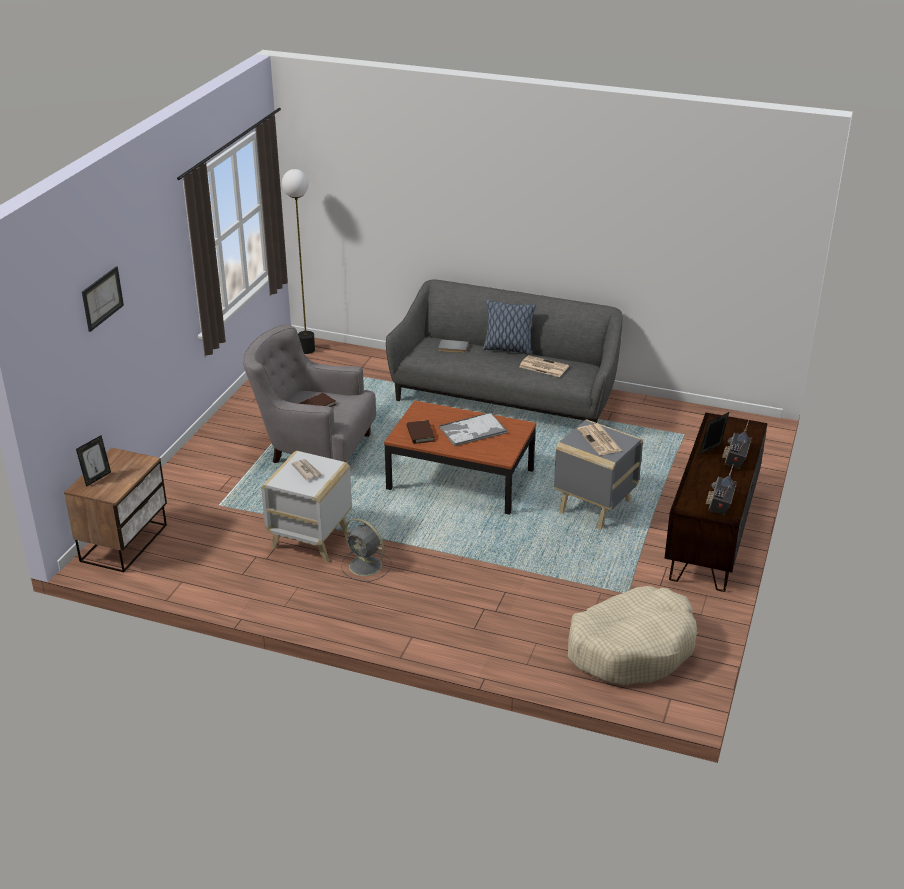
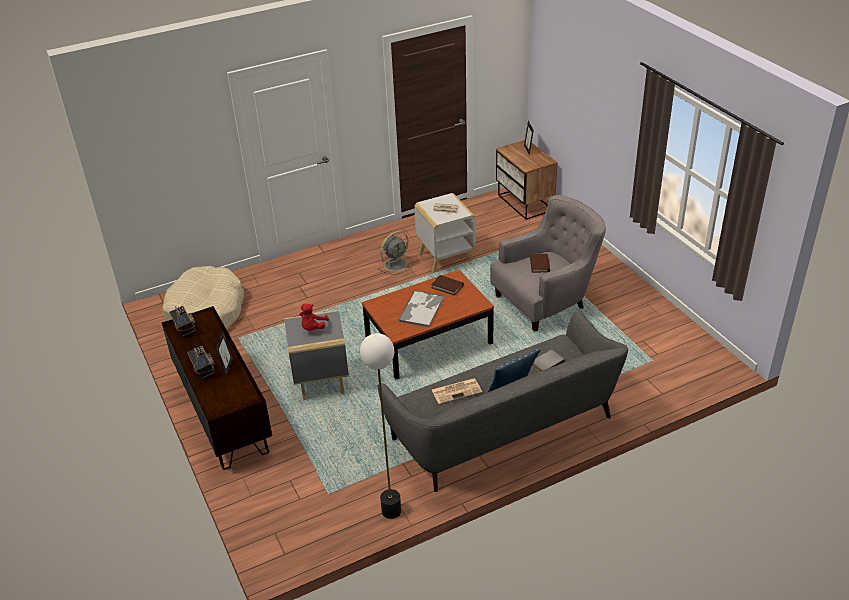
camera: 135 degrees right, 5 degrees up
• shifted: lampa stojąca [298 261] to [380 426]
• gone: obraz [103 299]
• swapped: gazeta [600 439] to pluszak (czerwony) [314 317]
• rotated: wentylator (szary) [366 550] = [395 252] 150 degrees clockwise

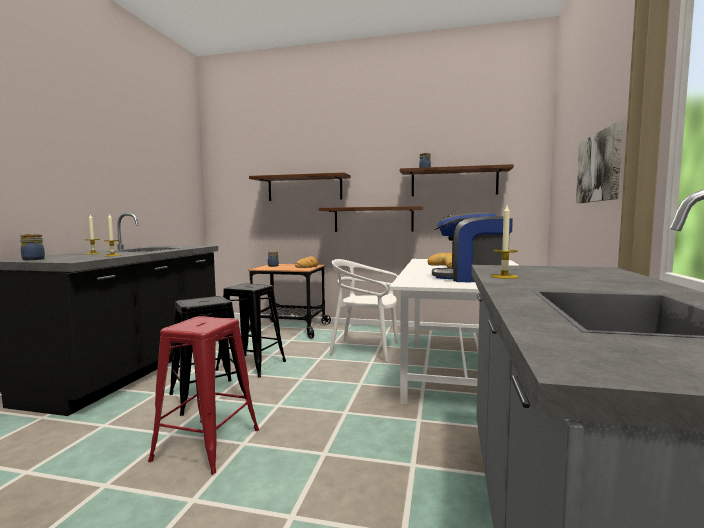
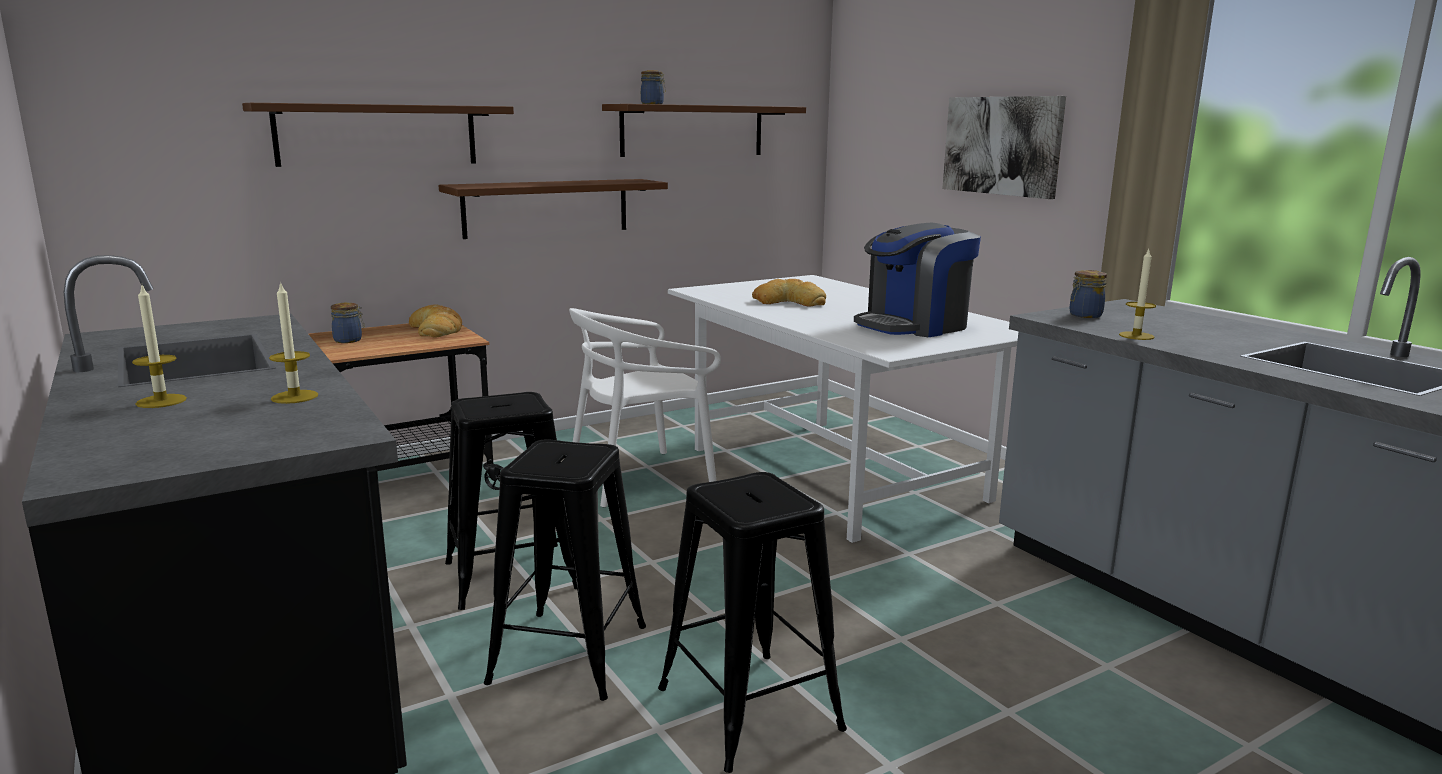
camera: 45 degrees left, 10 degrees up
• shifted: słoik [32 247] to [1088 294]
• repainted: stołek (czerwony) [203 395] to stołek (czarny) [752 622]

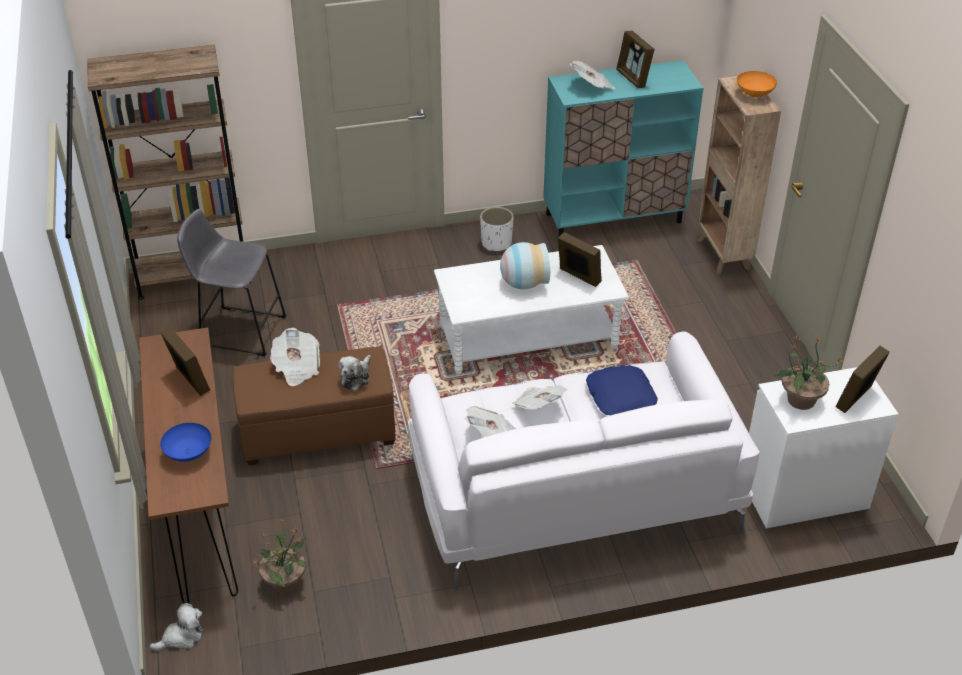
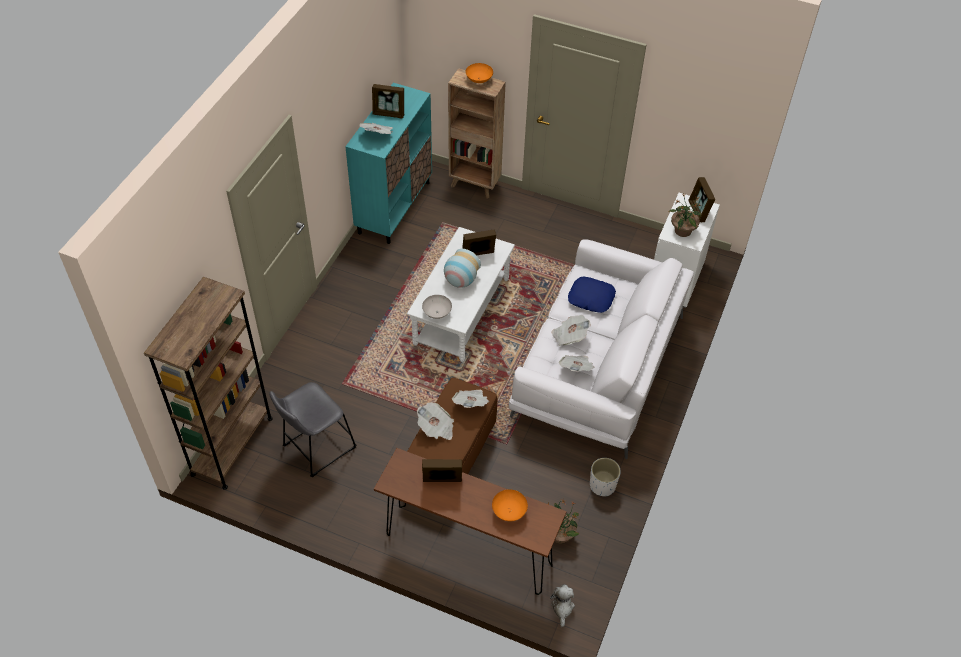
camera: 55 degrees left, 10 degrees up
• shifted: donica (biały) [497 229] to [605 477]
• swapped: pluszak [354 373] to gazeta [470 398]
• repainted: miska (niebieski) [185 442] to miska (pomarańczowy) [510 505]
• new: miska (biały) [437 307]

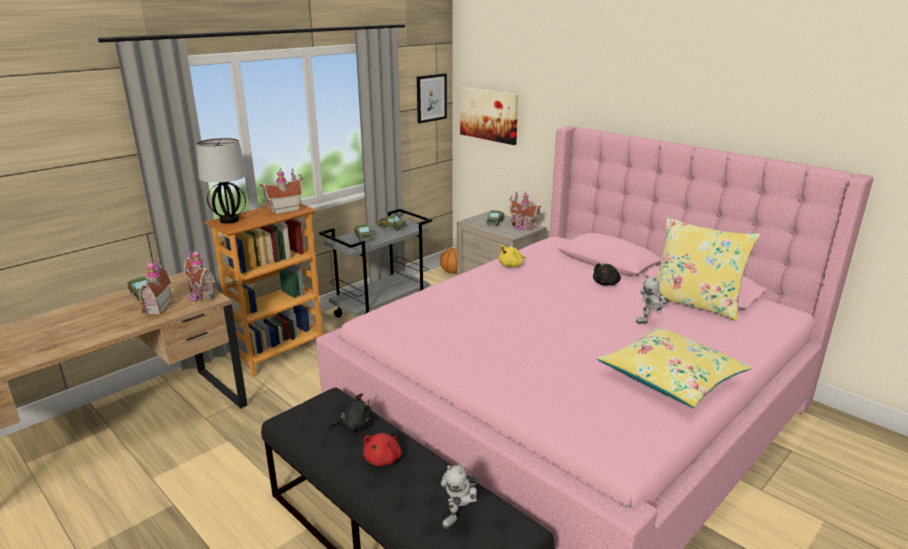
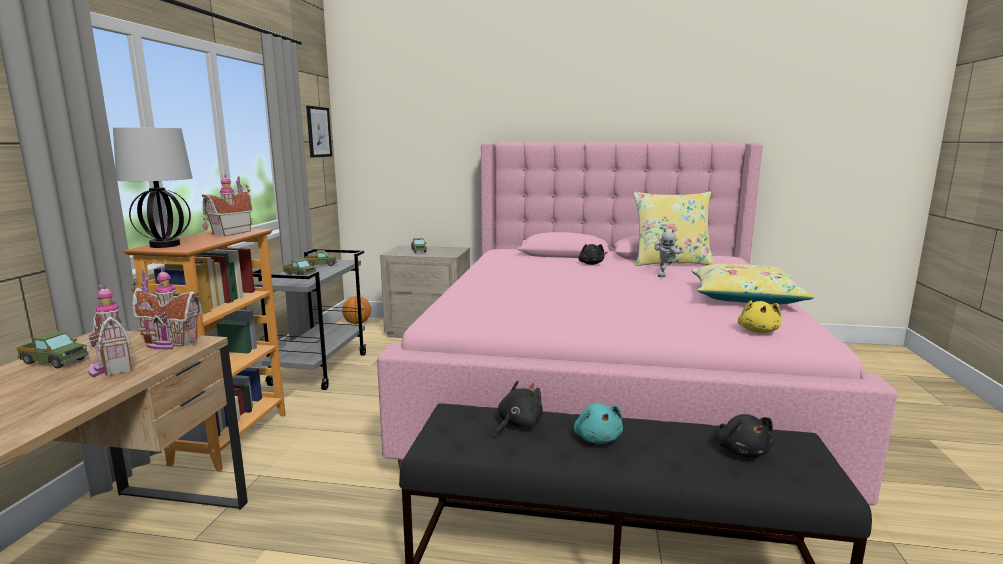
camera: 35 degrees left, 10 degrees down
• gone: obraz [489 116]
• gone: domek [525 211]
• shifted: pluszak (żółty) [512 256] to [759 317]
• repainted: pluszak (czerwony) [382 449] to pluszak (turkusowy) [598 423]
• swapped: robot zabawkowy [459 496] to pluszak (czarny) [745 435]

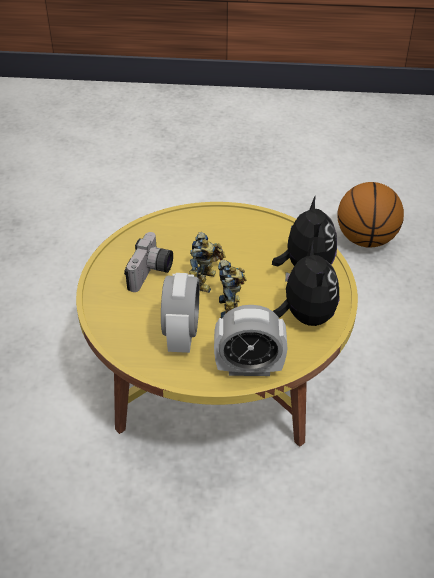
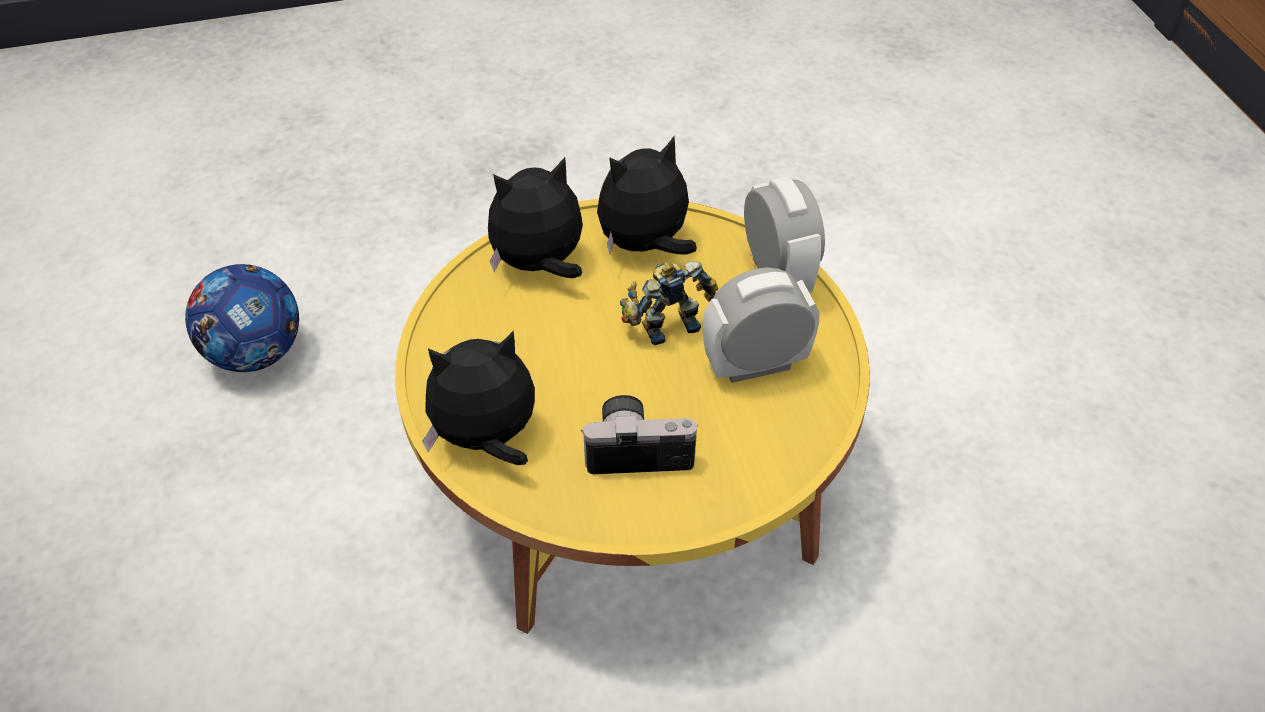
camera: 110 degrees left, 5 degrees up
• swapped: piłka do koszykówki [371 215] to piłka futbolowa [242 318]
• gone: robot zabawkowy [207 262]
• new: pluszak [478 398]

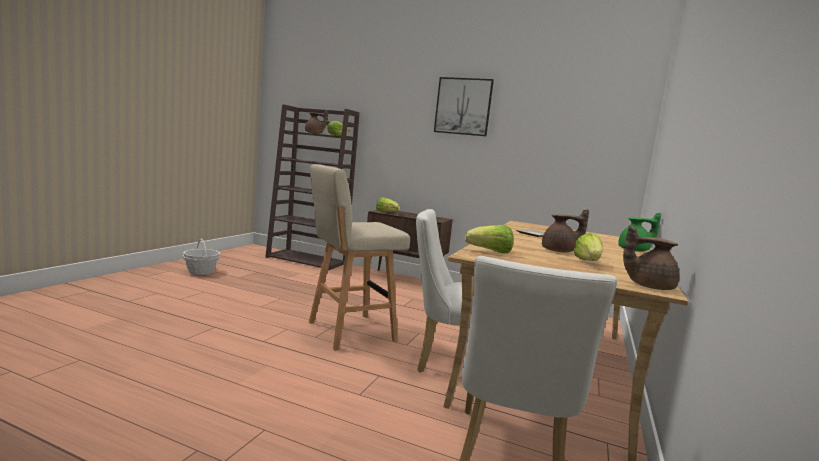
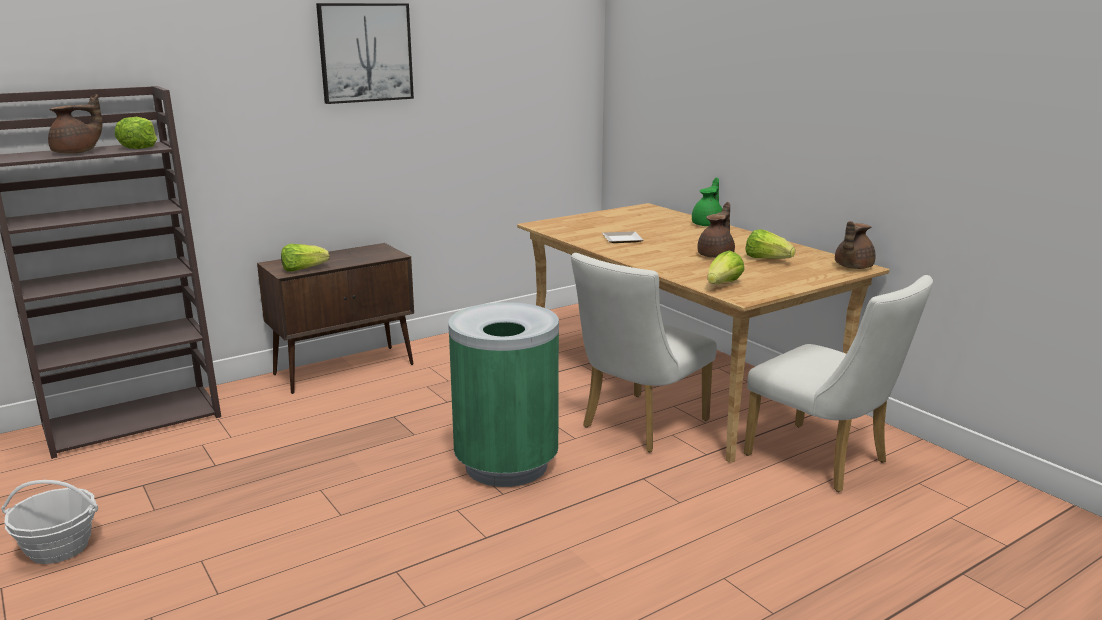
camera: 55 degrees left, 10 degrees up
• swapped: stołek (beżowy) [359 257] to kosz na śmieci (zielony) [503 394]

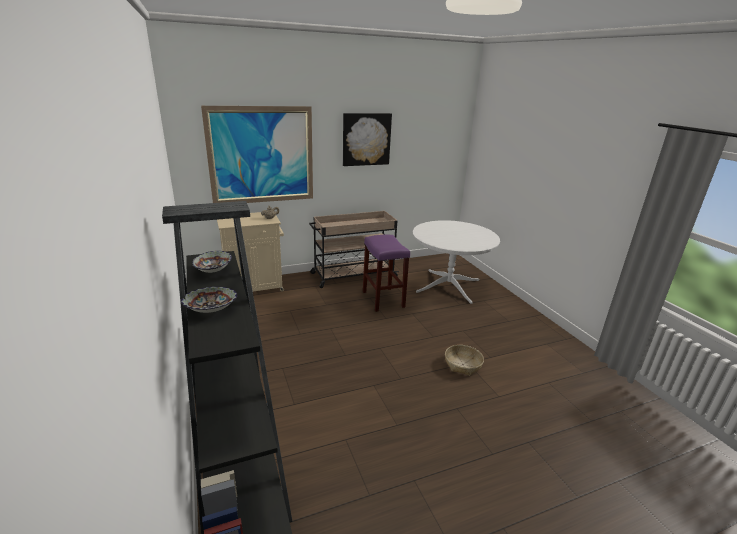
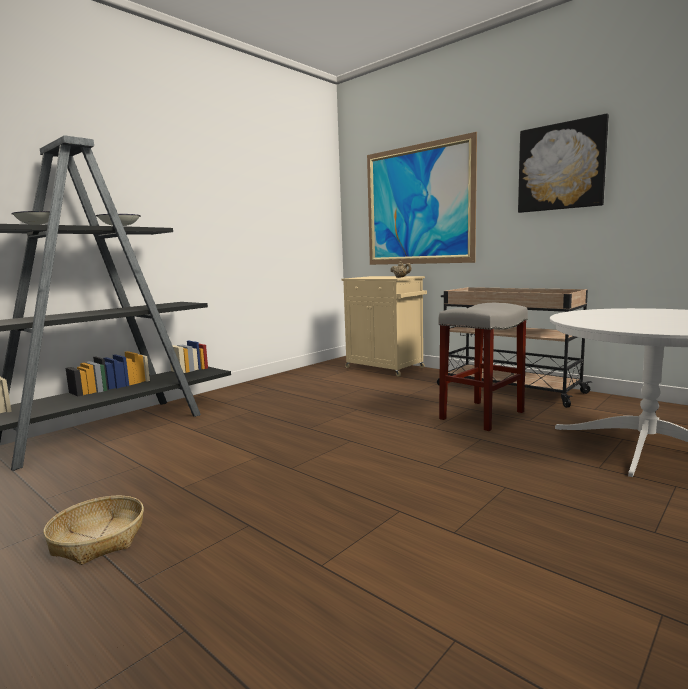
camera: 65 degrees right, 15 degrees down
• repainted: stołek (fioletowy) [386 273] to stołek (szary) [483 367]
• shifted: koszyk [464 360] to [93 530]

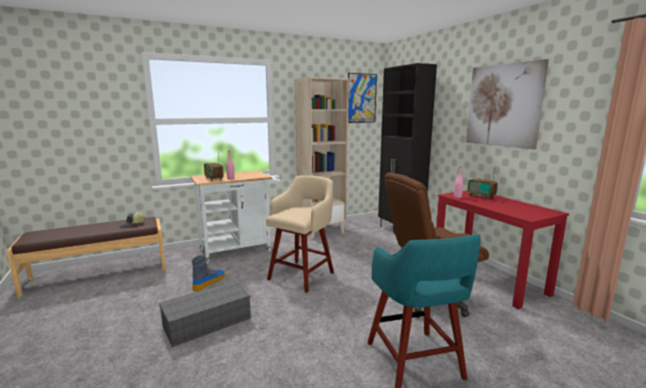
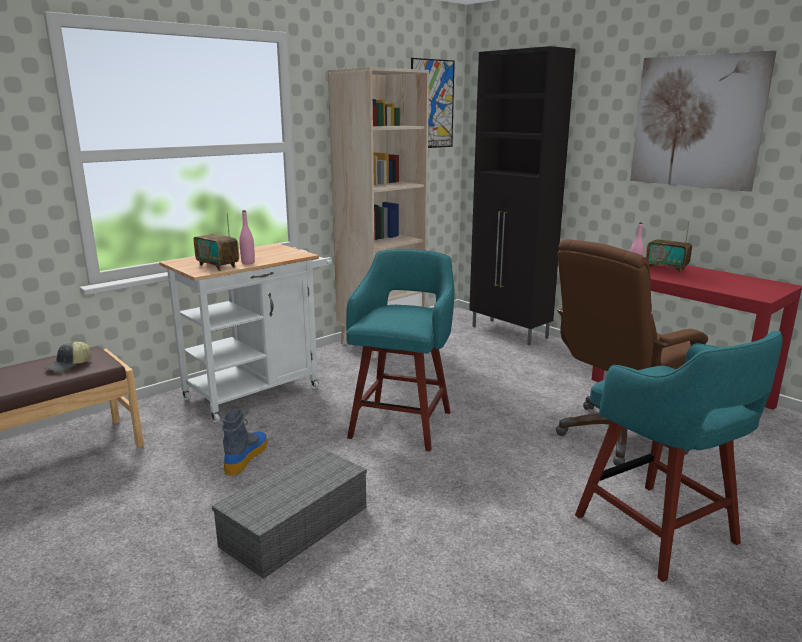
camera: 15 degrees left, 5 degrees up
• repainted: stołek (beżowy) [300 234] to stołek (turkusowy) [400 350]

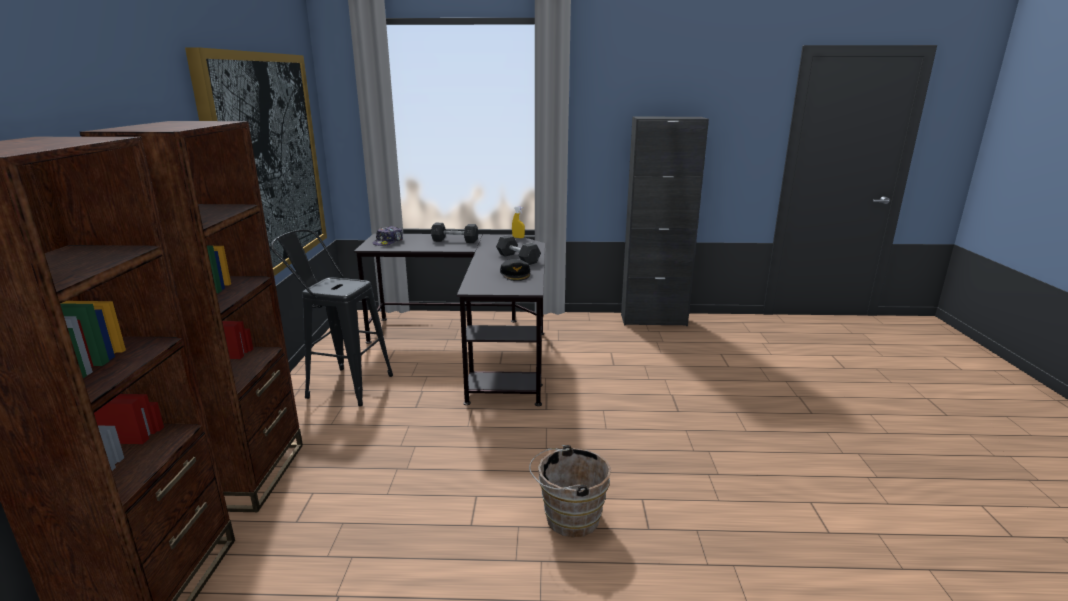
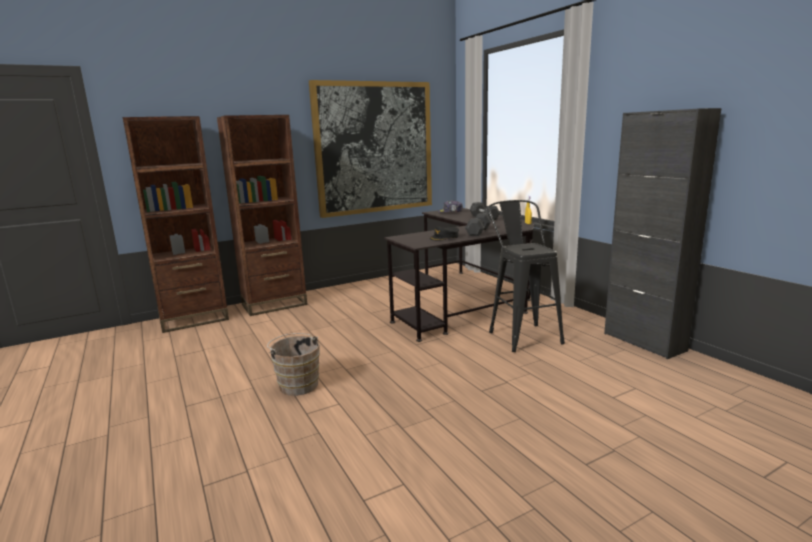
camera: 60 degrees right, 5 degrees down
• shifted: stołek (czarny) [332 317] to [526 276]

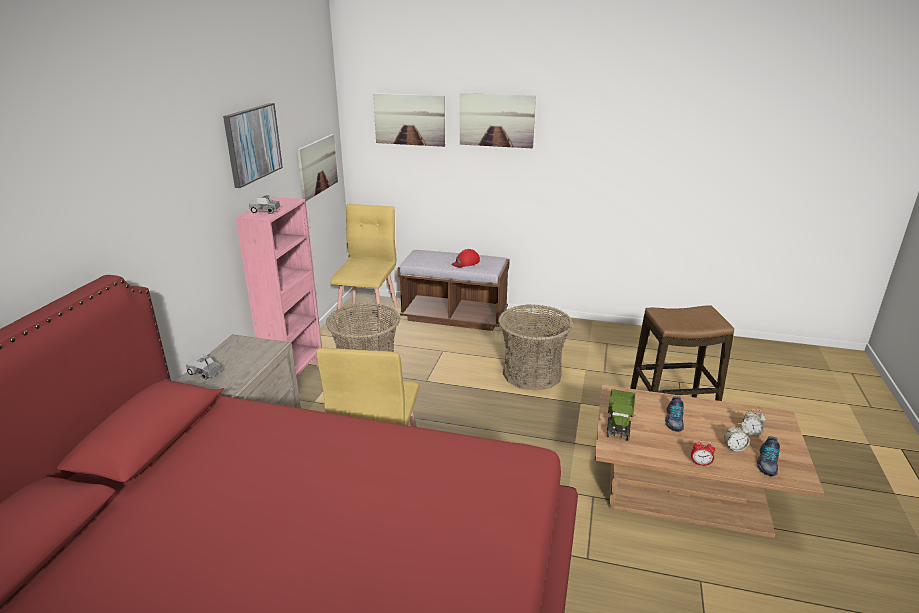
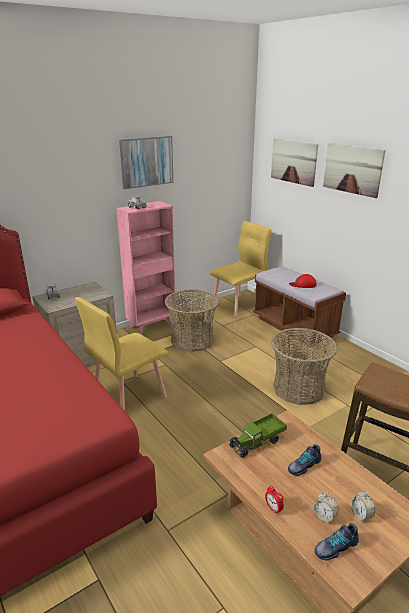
camera: 40 degrees right, 0 degrees up
• gone: obraz [317 167]

